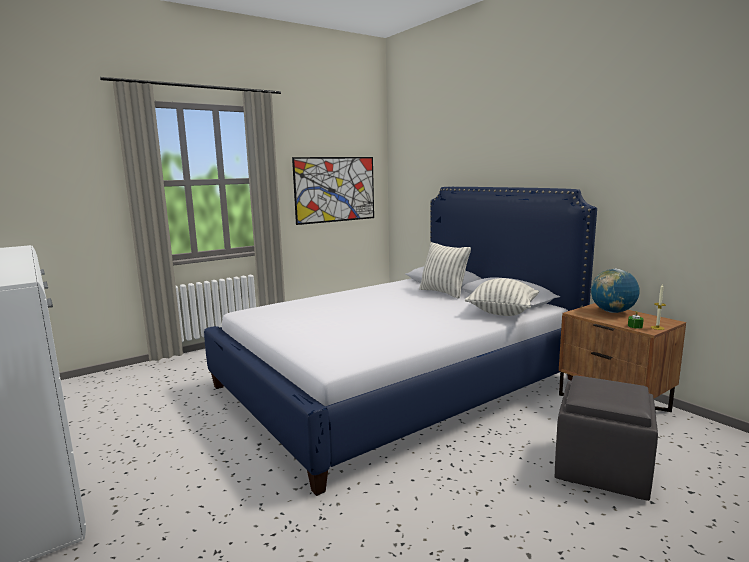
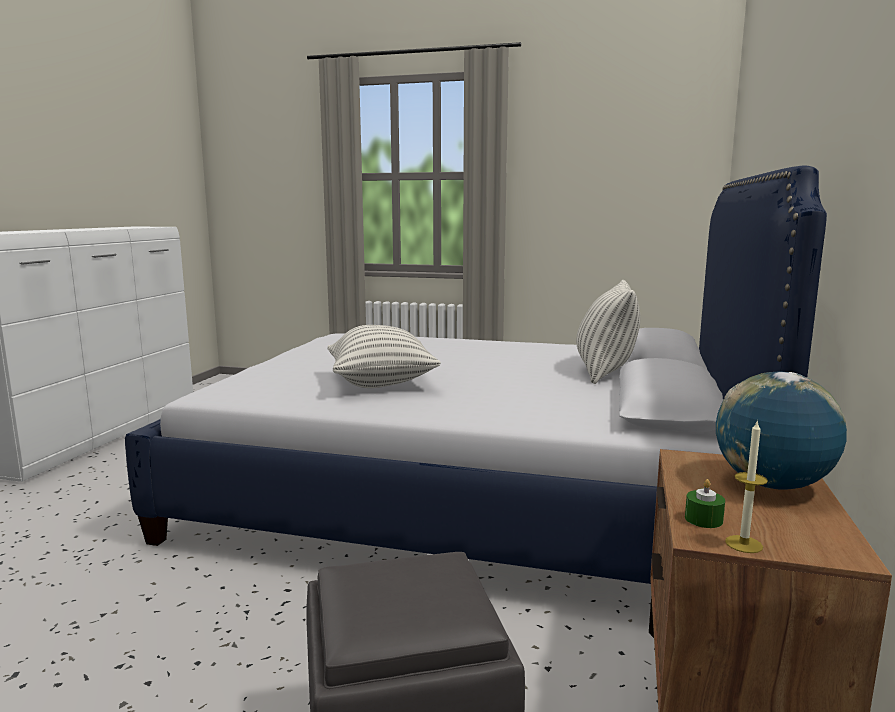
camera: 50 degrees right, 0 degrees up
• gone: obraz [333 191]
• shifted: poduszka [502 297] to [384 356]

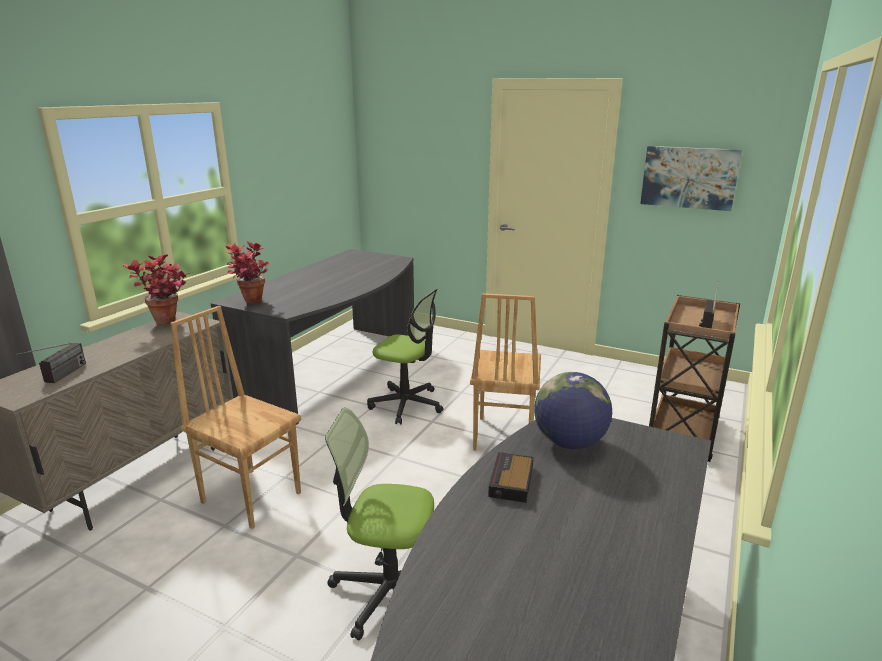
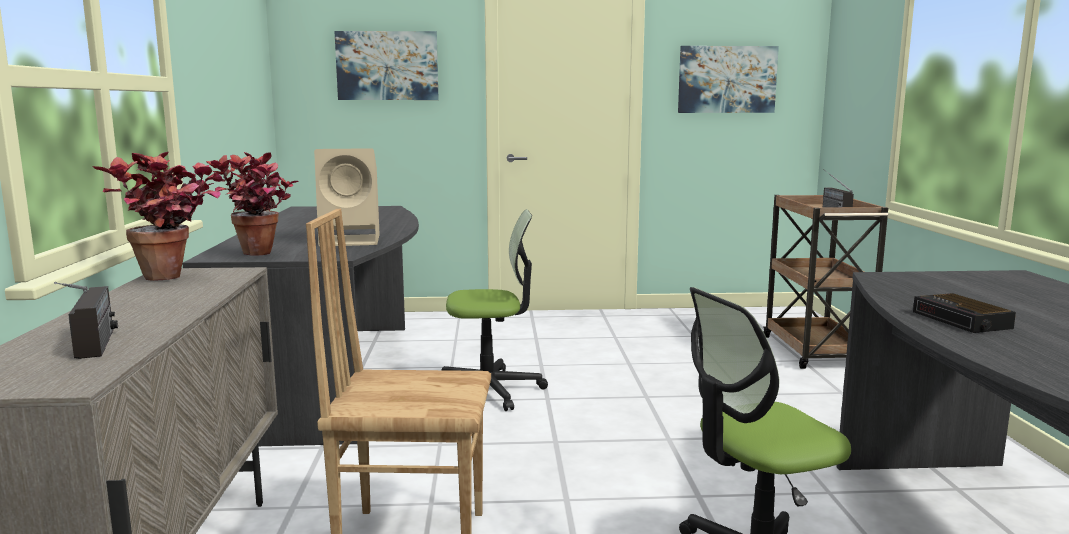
camera: 30 degrees left, 10 degrees down
• gone: krzesło (brązowy) [505 372]
• gone: globus [573 410]
• new: obraz [386 65]
• new: głośnik (beżowy) [347 197]

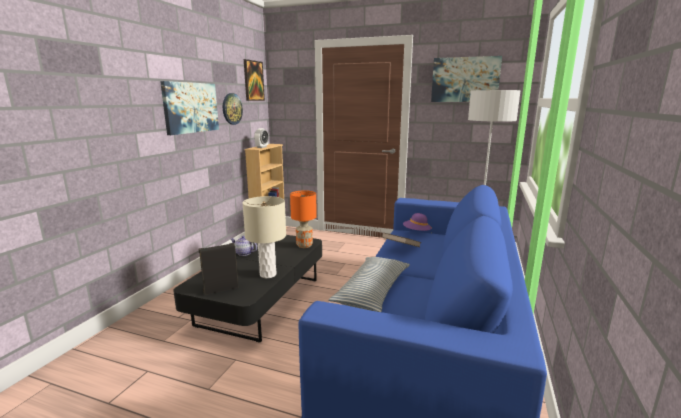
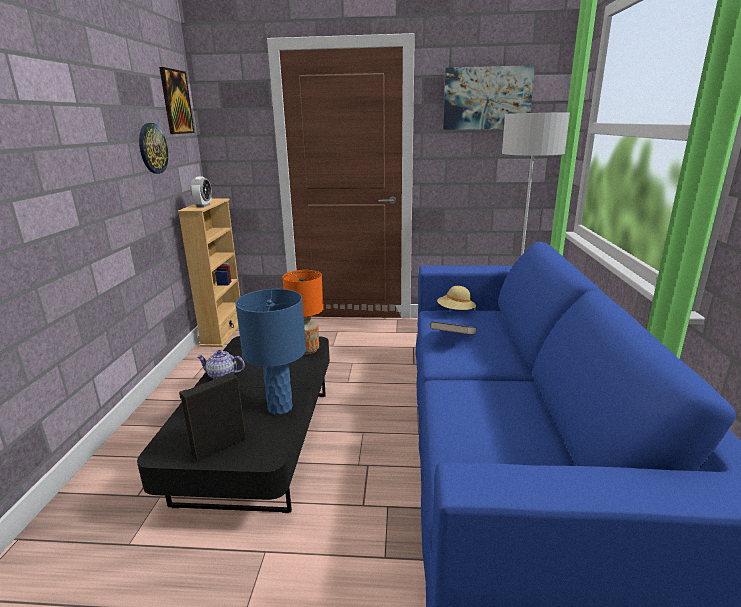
camera: 15 degrees left, 5 degrees up
• gone: obraz [189 108]
• repainted: lampa stołowa (beżowy) [264 237] to lampa stołowa (niebieski) [270 352]
• repainted: kapelusz (fioletowy) [417 222] to kapelusz (beżowy) [456 298]
• gone: poduszka [369 284]

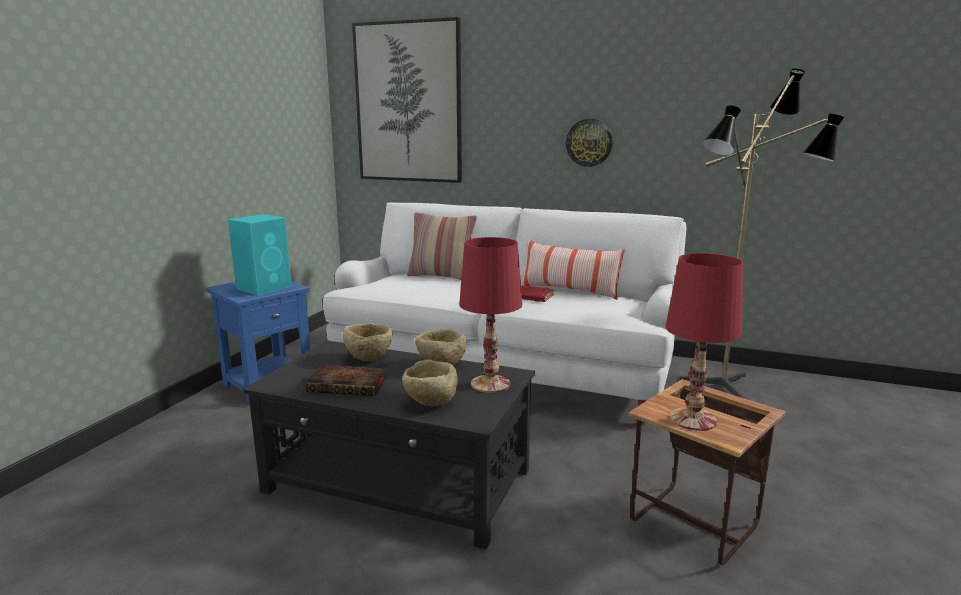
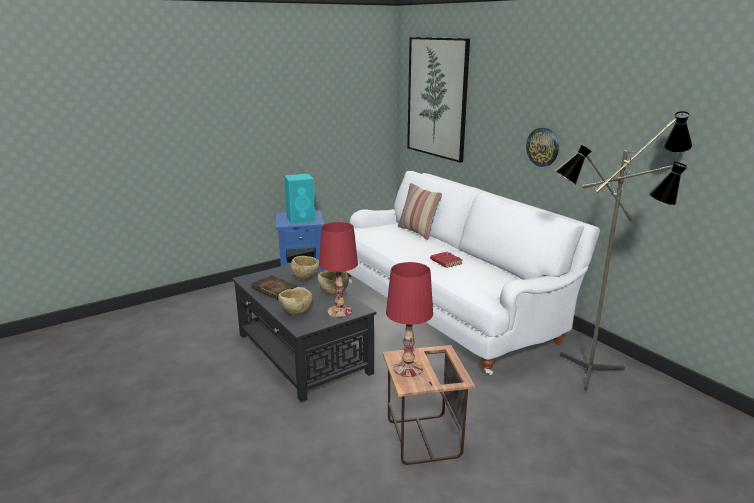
camera: 35 degrees right, 5 degrees up
• gone: poduszka [573 269]

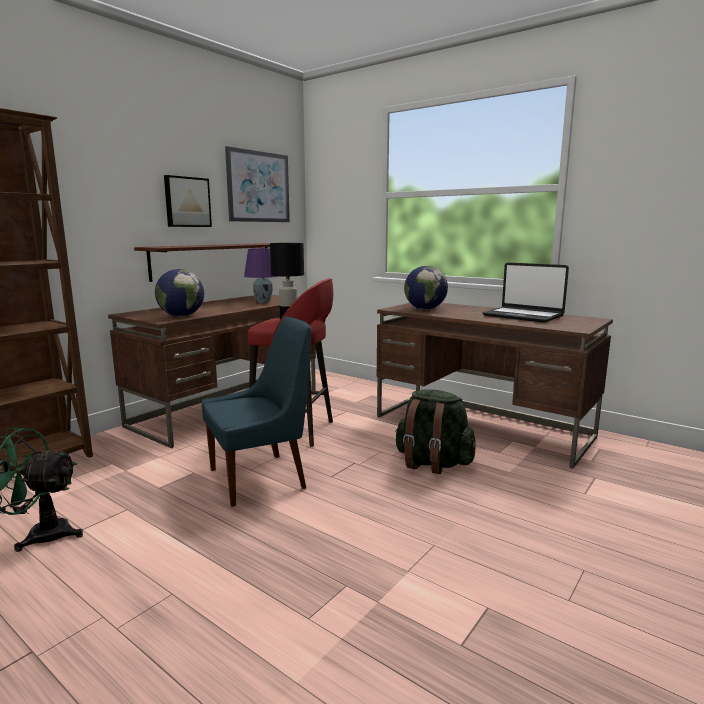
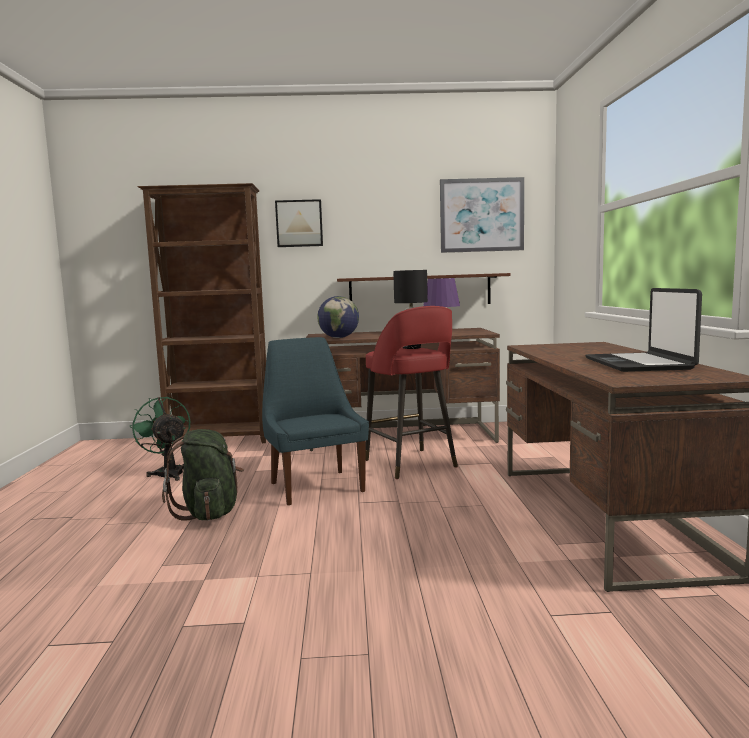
camera: 50 degrees right, 5 degrees down
• shifted: obraz [188 201] to [299 223]
• gone: globus [426 288]
• rotated: krzesło (niebieski) [256 412] = [315 421] 135 degrees counterclockwise
• shifted: plecak (zielony) [435 431] to [203 475]

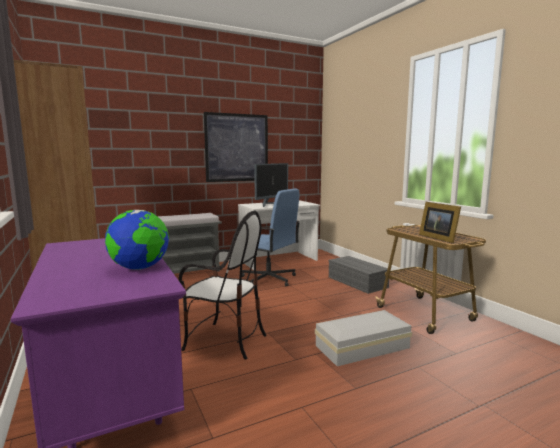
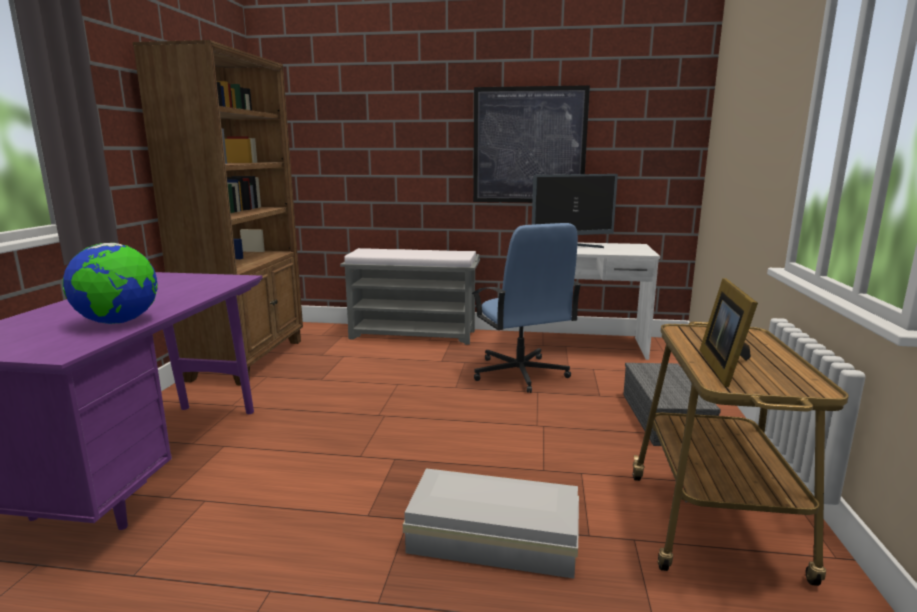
camera: 35 degrees right, 5 degrees up
• gone: krzesło [223 285]

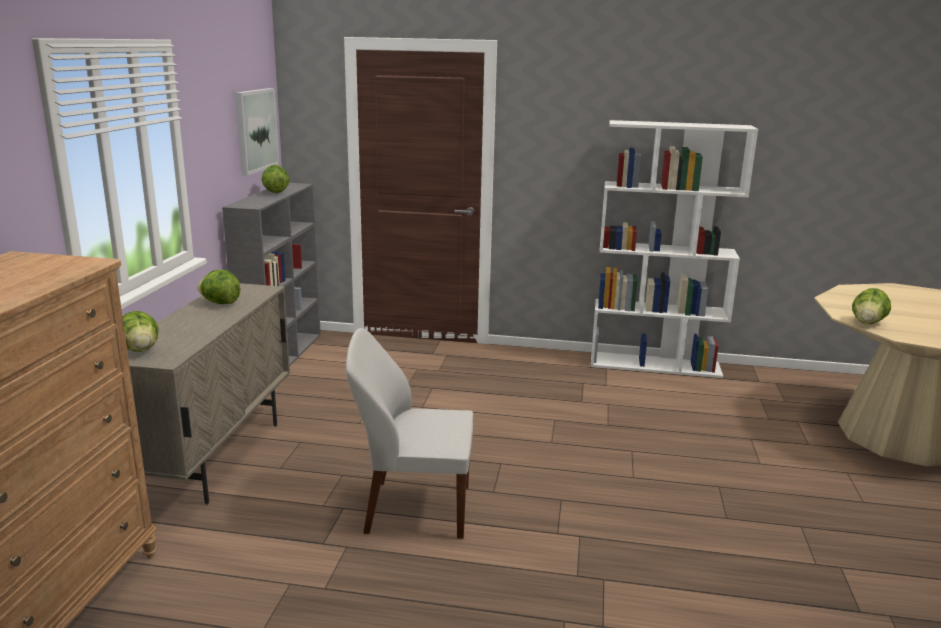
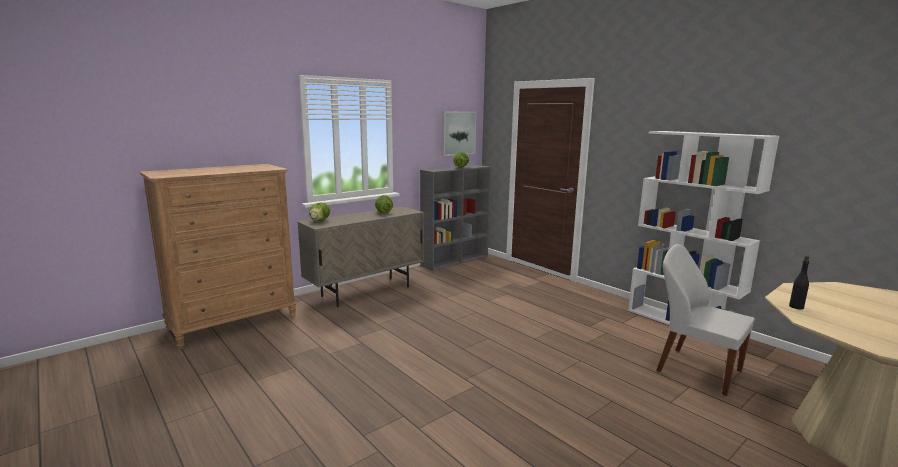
camera: 40 degrees right, 5 degrees down
• swapped: sałata [871 306] to butelka (czarny) [799 282]
• shifted: krzesło (biały) [409 433] to [705 320]

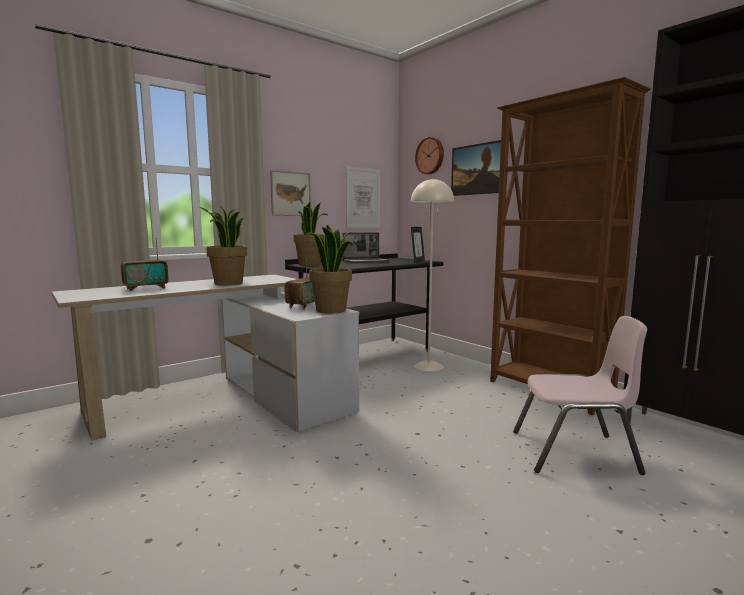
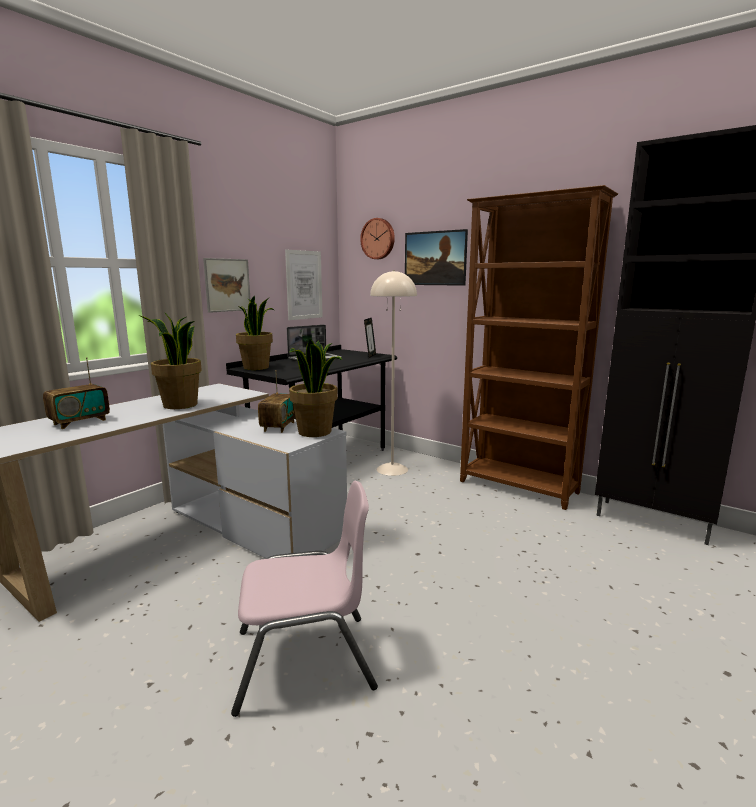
camera: 15 degrees left, 5 degrees up
• shifted: krzesło (różowy) [580 395] to [304 599]

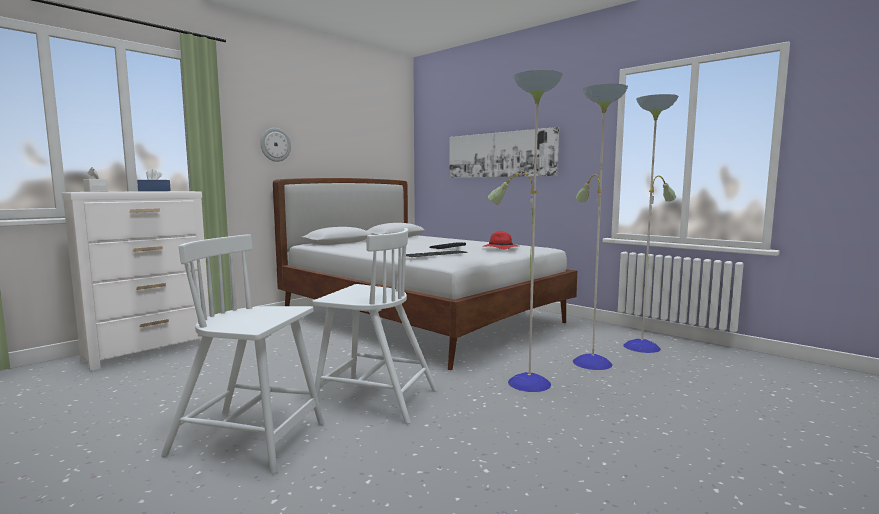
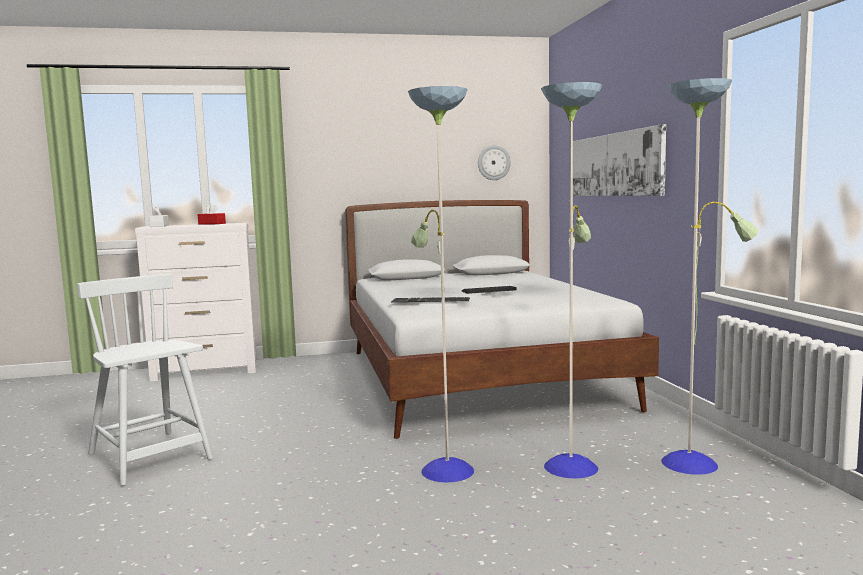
camera: 35 degrees right, 0 degrees up
• shifted: zegar ścienny [275 145] to [494 162]
• repainted: pudełko chusteczek (niebieski) [154 180] to pudełko chusteczek (czerwony) [212 214]
• gone: krzesło (biały) [374 326]
• gone: kapelusz (czerwony) [501 240]

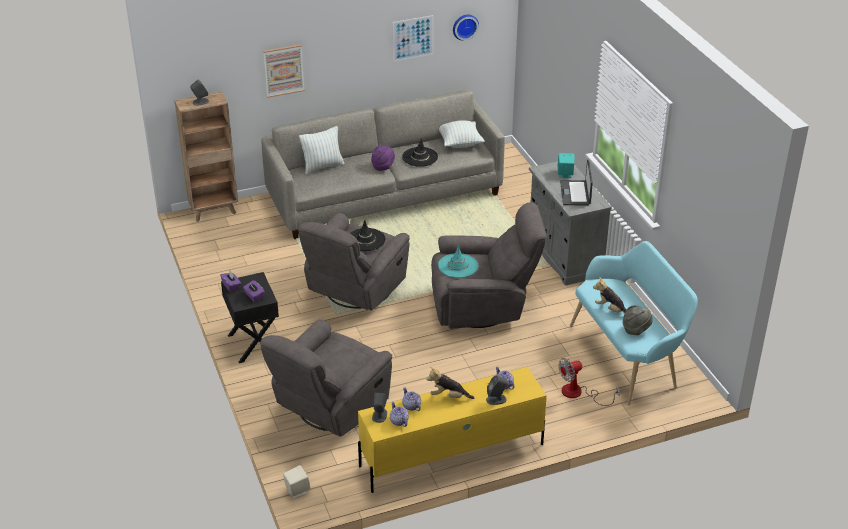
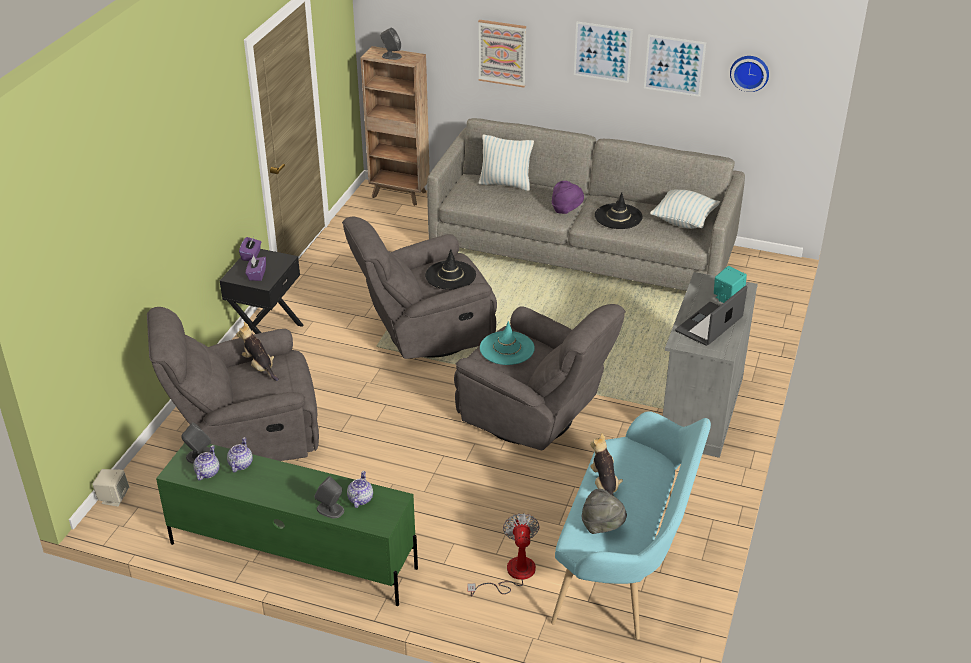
camera: 40 degrees right, 0 degrees up
• rotated: wentylator [589 382] = [504 555] 75 degrees clockwise
• repainted: szafka pod telewizor (żółty) [452 430] to szafka pod telewizor (zielony) [287 524]
• shifted: pluszak [450 383] to [258 351]
• new: obraz [603 52]

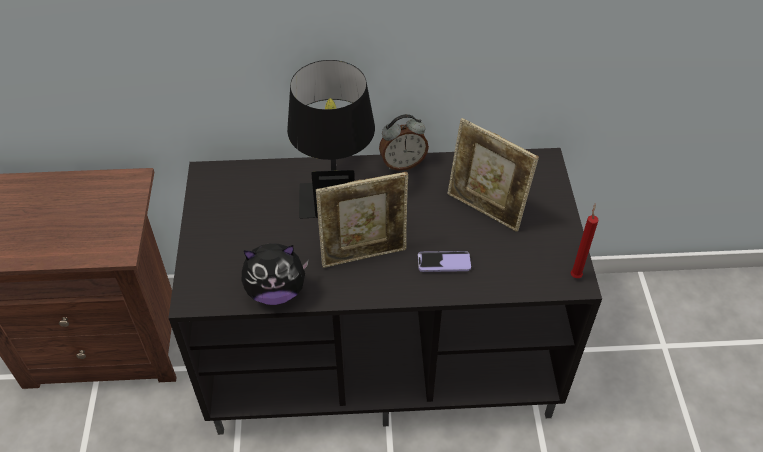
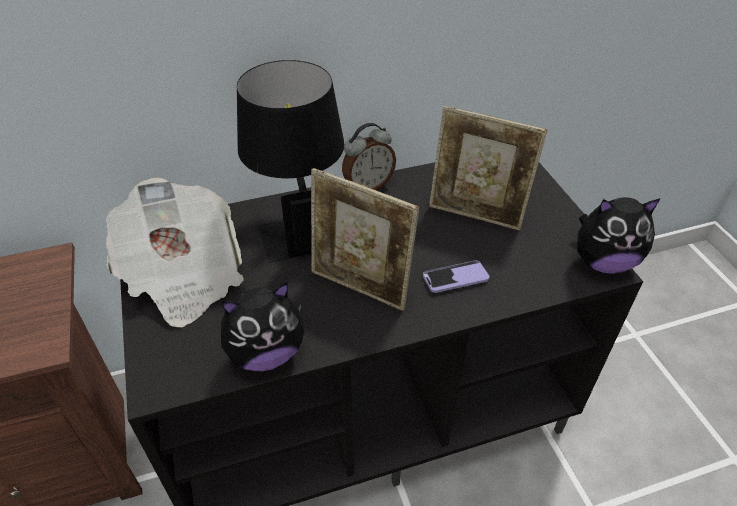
camera: 15 degrees left, 5 degrees down
• rotated: ramka na zdjęcie [362 220] = [365 239] 60 degrees clockwise
• swapped: świeca (czerwony) [584 241] to pluszak [619 235]
• new: gazeta [175 252]

